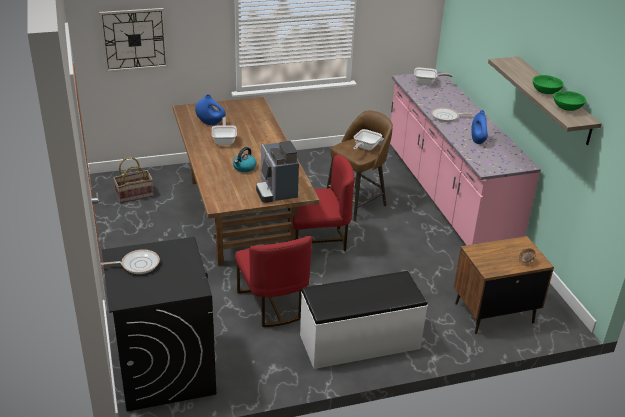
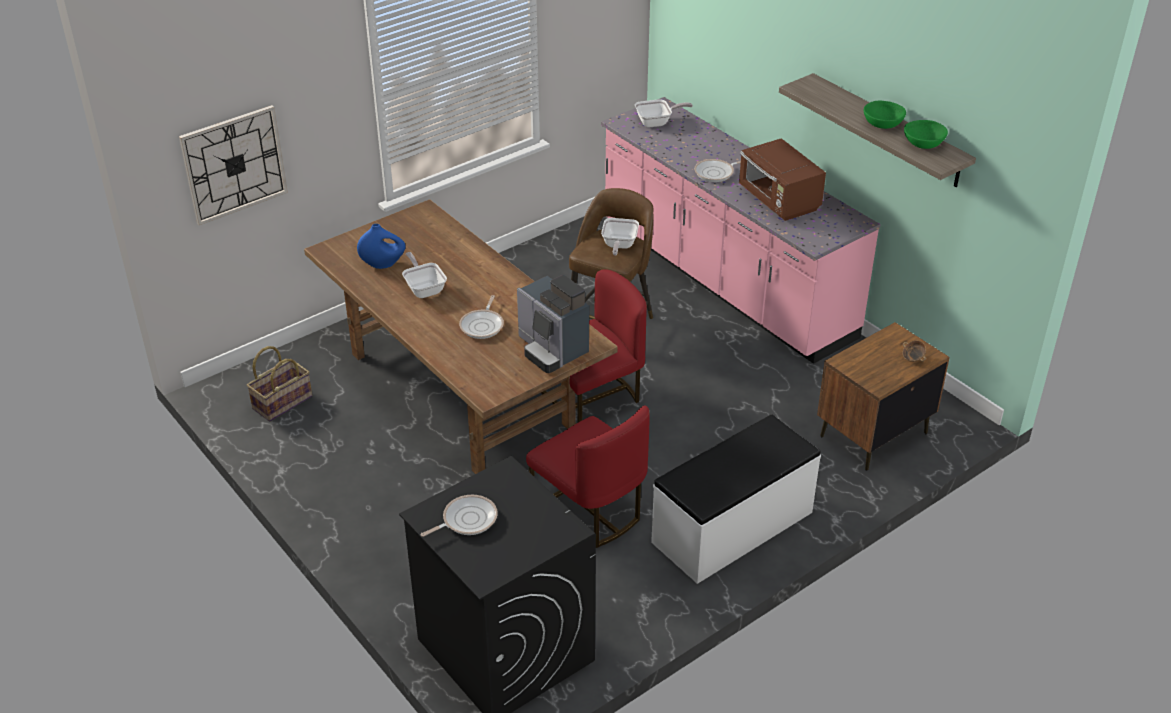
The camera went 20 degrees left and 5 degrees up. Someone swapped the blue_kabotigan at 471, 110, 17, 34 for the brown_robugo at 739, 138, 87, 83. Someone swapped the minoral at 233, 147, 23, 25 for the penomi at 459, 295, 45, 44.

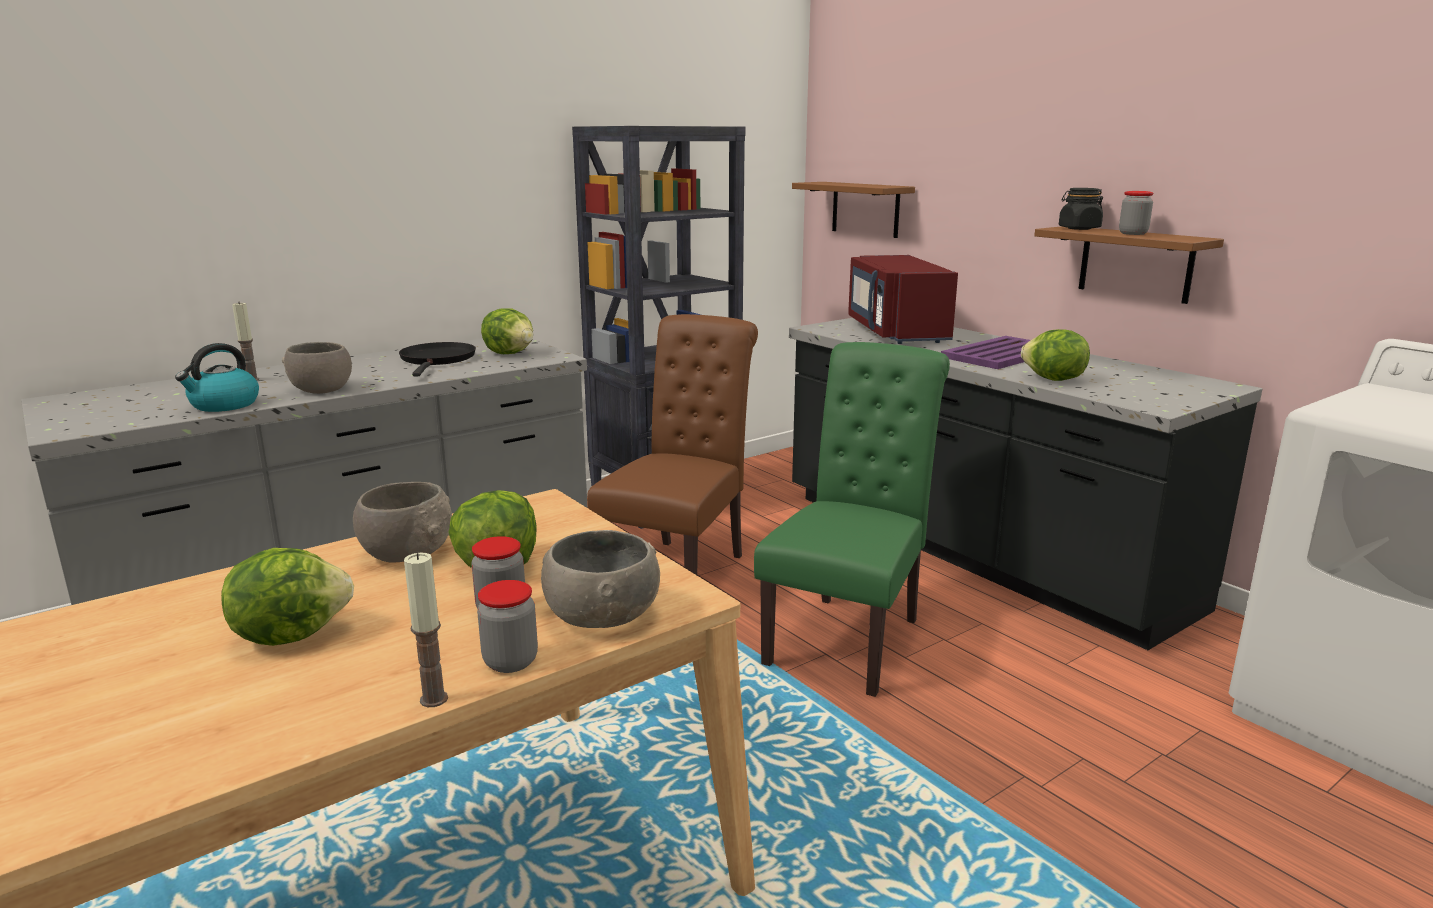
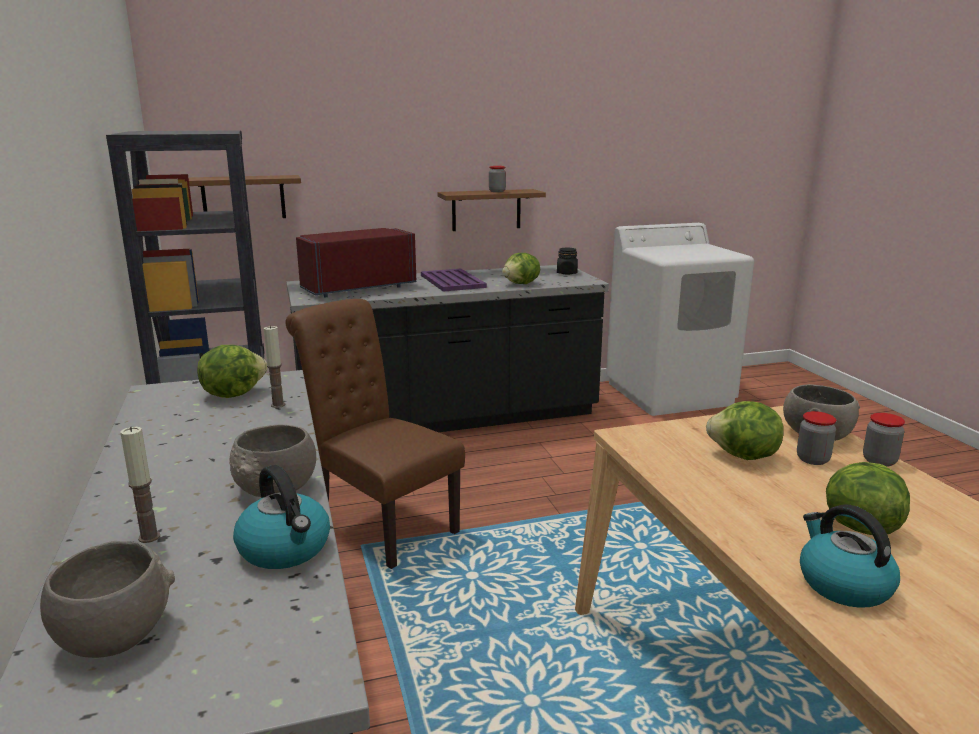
The camera went 70 degrees left and 0 degrees up. Someone carried the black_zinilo from 1059, 188, 44, 42 to 557, 248, 21, 27. Someone rotated the red_robugo at 848, 255, 110, 89 by 135 degrees clockwise. Someone took away the black_penomi at 399, 342, 77, 34. Someone took away the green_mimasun at 754, 342, 196, 355. Someone carried the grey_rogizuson from 353, 482, 99, 80 to 40, 541, 135, 117. Someone carried the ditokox from 404, 553, 44, 154 to 264, 326, 21, 82. Someone put down the minoral at 800, 504, 100, 104.

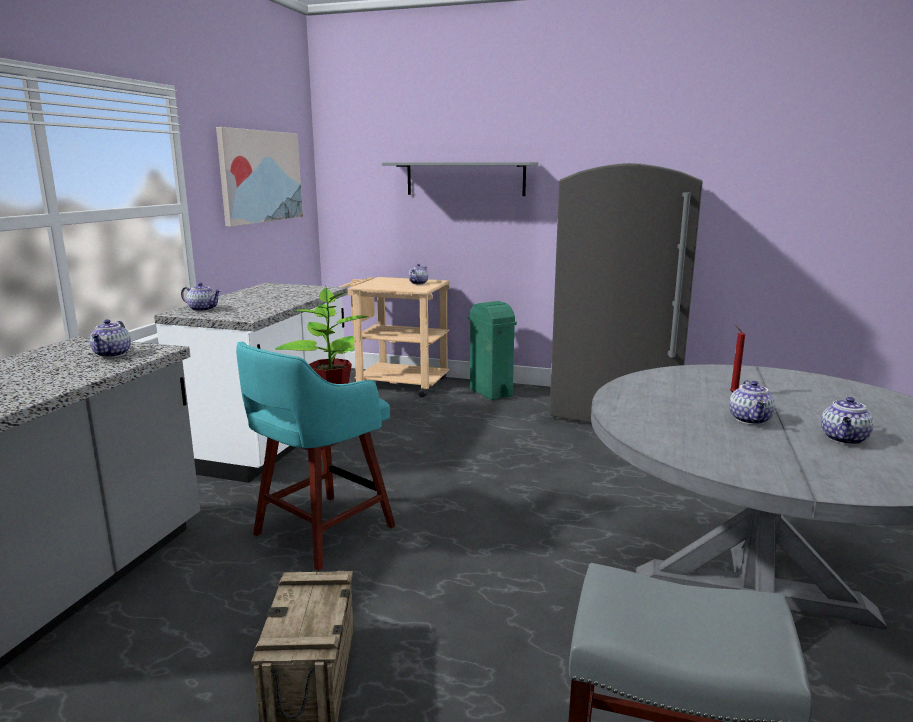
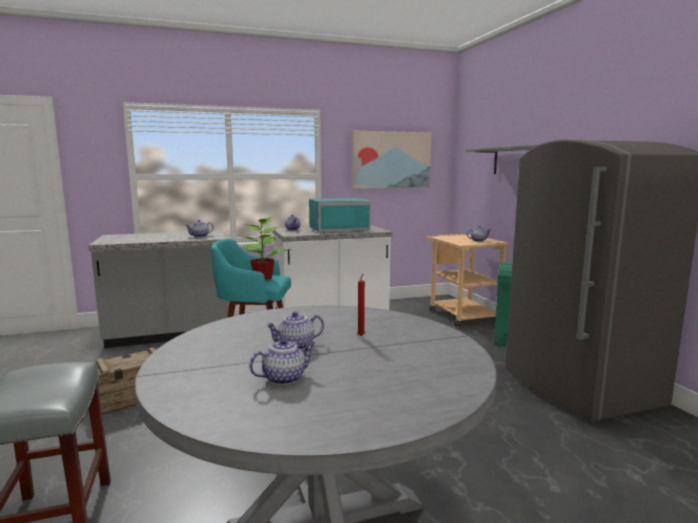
The camera went 55 degrees right and 5 degrees down. Someone rotated the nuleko at 821, 397, 53, 48 by 150 degrees clockwise. Someone put down the turquoise_robugo at 309, 198, 62, 35.

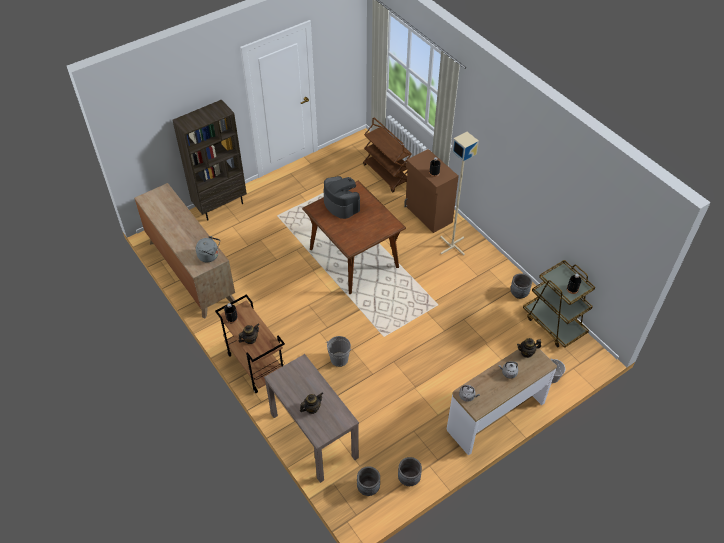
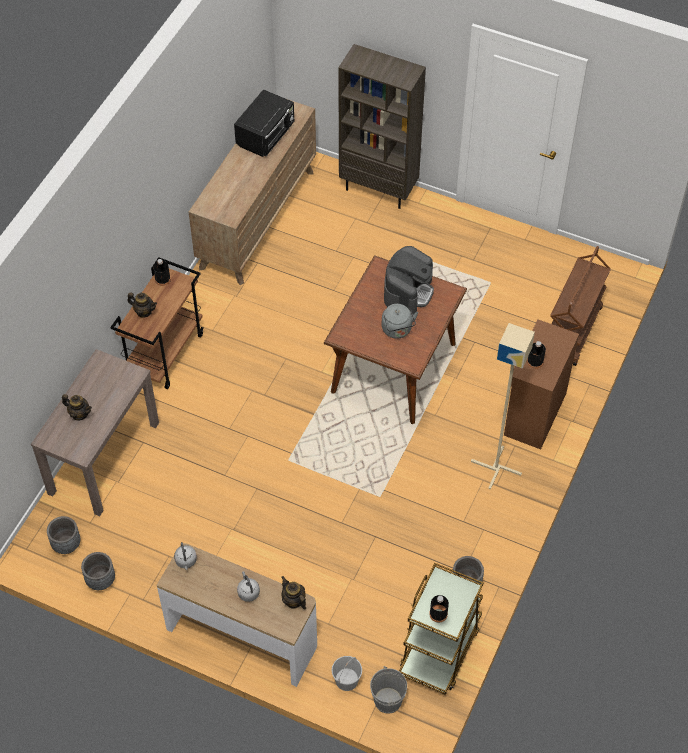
The camera went 60 degrees right and 5 degrees up. Someone carried the grey_minoral from 196, 236, 24, 26 to 382, 304, 36, 35. Someone carried the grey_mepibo from 327, 336, 24, 31 to 370, 666, 37, 48. Someone put down the black_robugo at 234, 89, 60, 68.

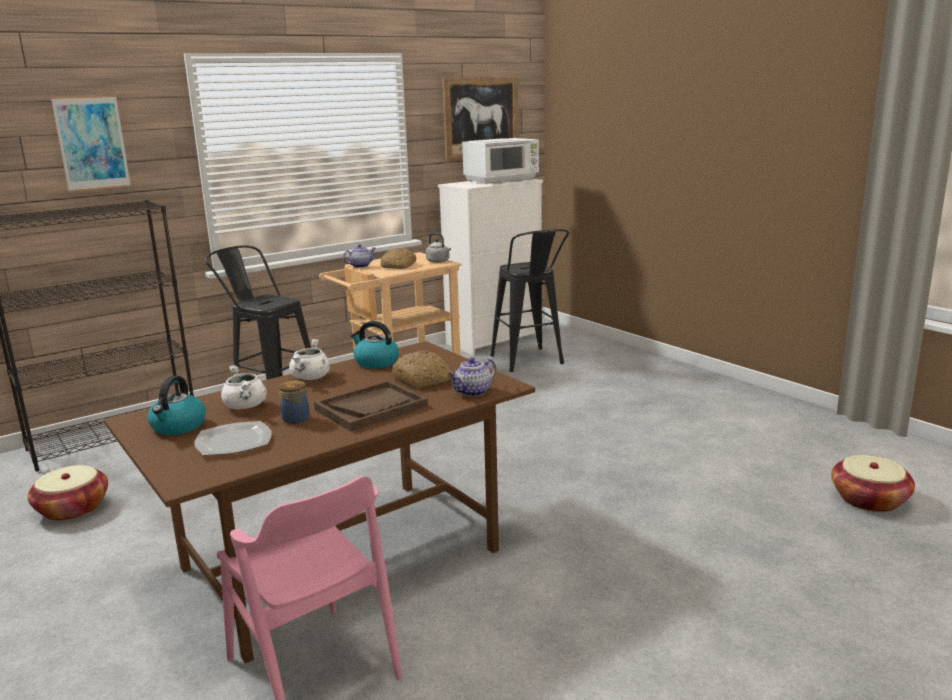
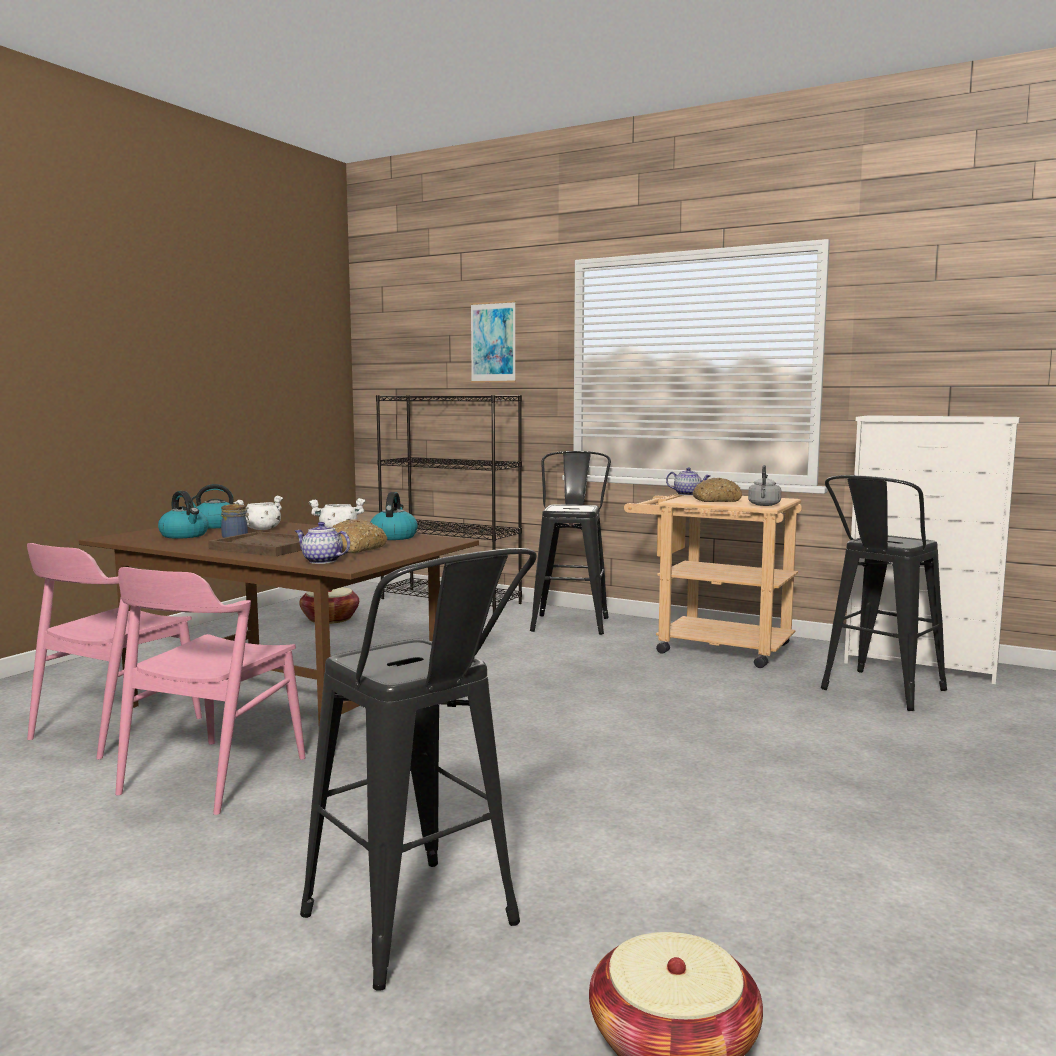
The camera went 65 degrees right and 10 degrees down. Someone took away the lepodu at 442, 76, 77, 85. Someone took away the white_robugo at 462, 138, 77, 46. Someone swapped the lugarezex at 195, 421, 77, 35 for the minoral at 158, 491, 51, 48. Someone put down the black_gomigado at 300, 548, 237, 443. Someone put down the pink_mimasun at 115, 567, 191, 248.

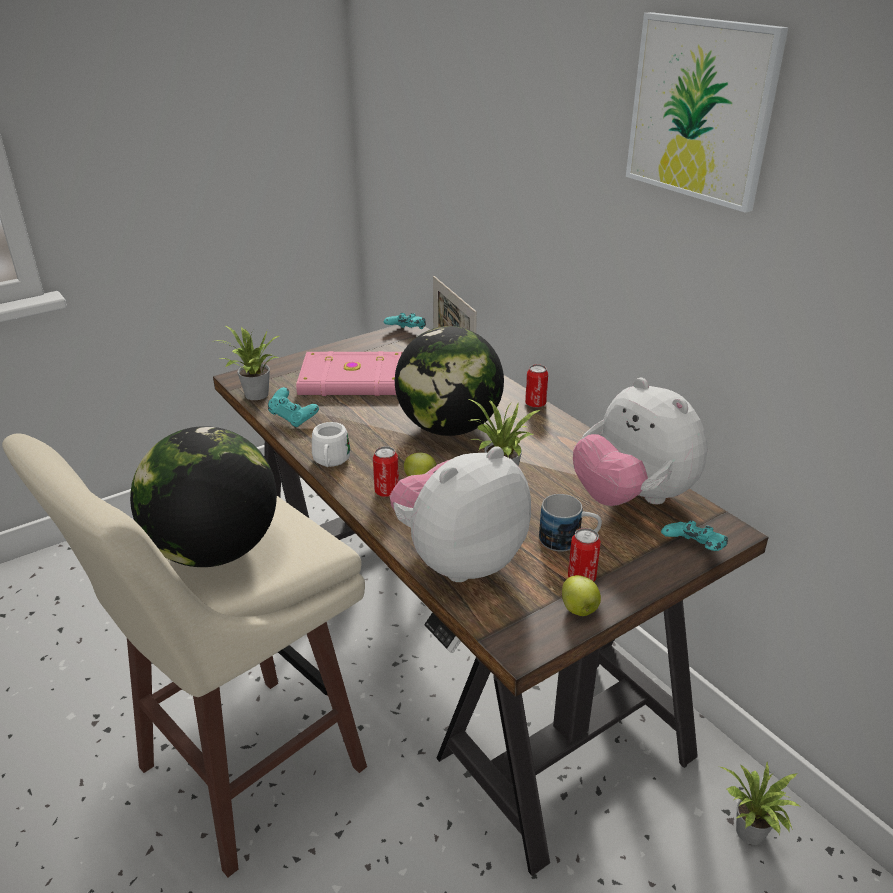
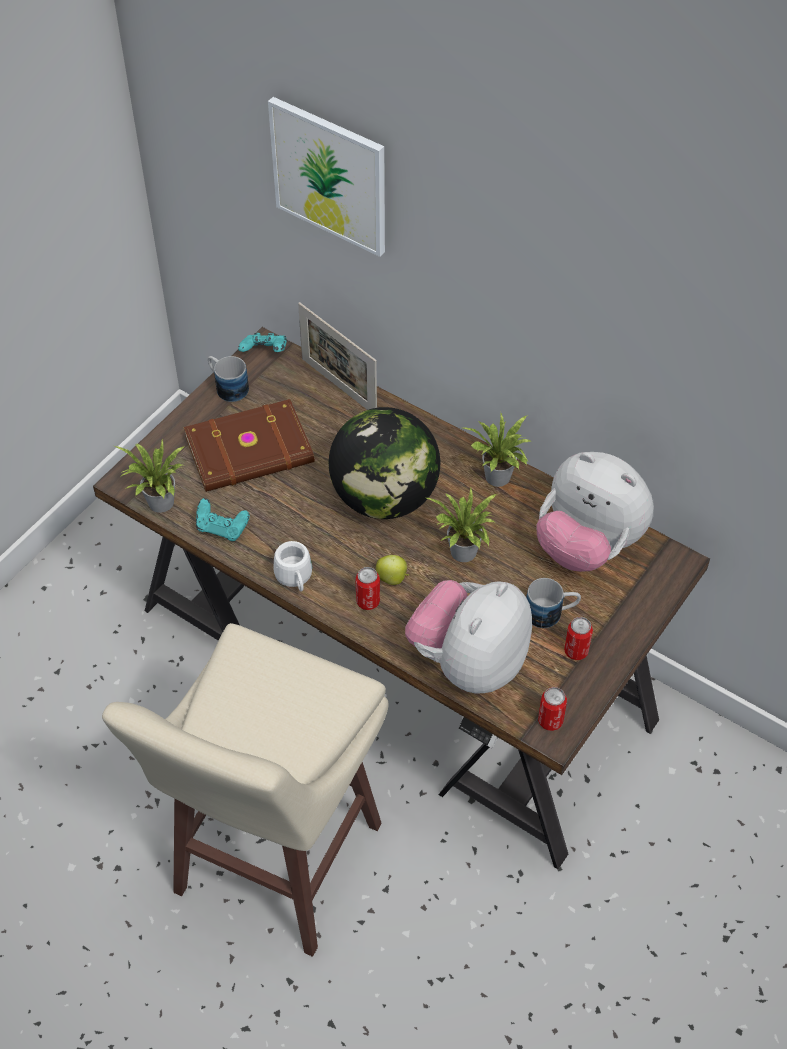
The camera went 20 degrees left and 20 degrees up. Someone carried the lepodu from 626, 12, 163, 201 to 268, 97, 117, 160. Someone repainted the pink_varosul at 296, 351, 107, 45, which became the brown_varosul at 184, 399, 130, 93. Someone carried the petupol from 525, 364, 23, 44 to 538, 687, 29, 44. Someone took away the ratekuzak at 130, 426, 147, 141. Someone took away the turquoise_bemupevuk at 661, 520, 67, 31. Someone took away the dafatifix at 562, 575, 39, 41. Someone carried the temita from 721, 762, 78, 83 to 463, 413, 68, 74. Someone put down the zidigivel at 208, 356, 41, 46.

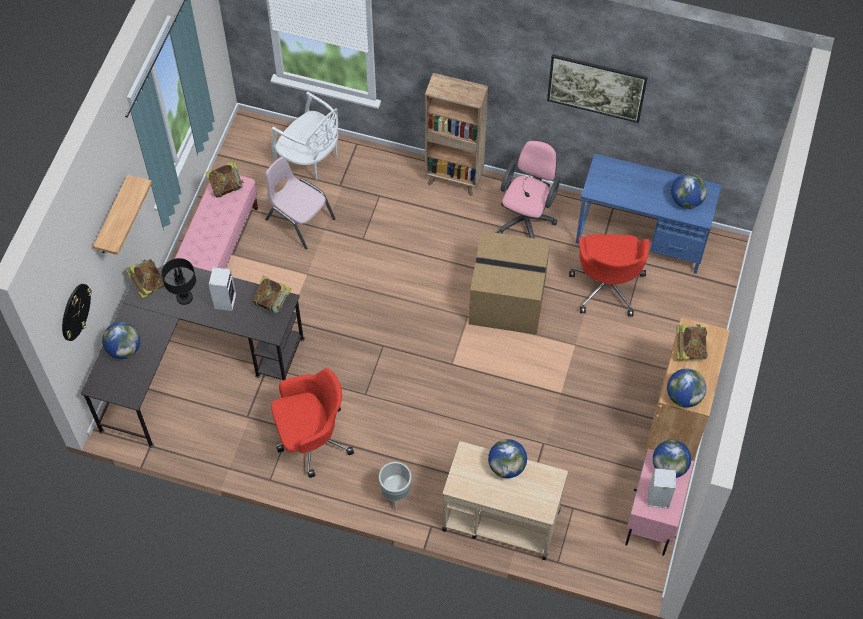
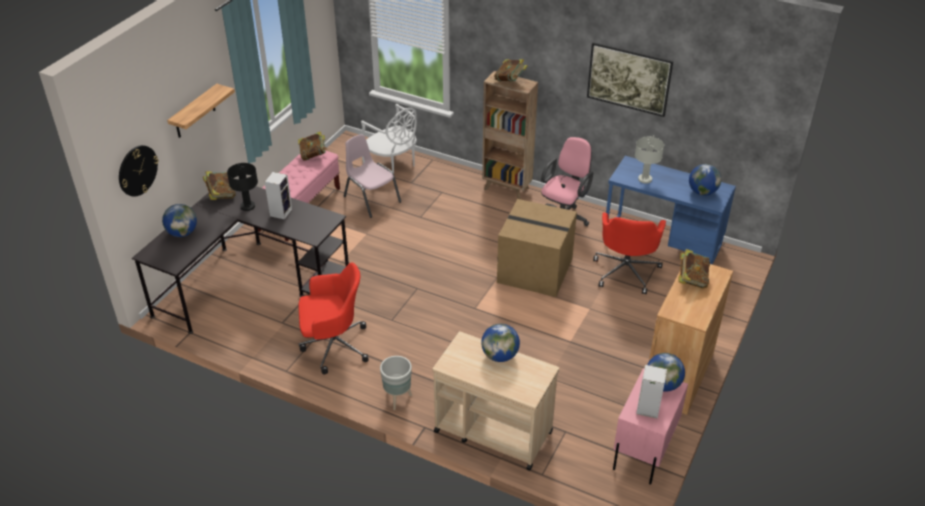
The camera went 10 degrees right and 20 degrees down. Someone carried the varosul from 252, 276, 39, 37 to 494, 59, 34, 23. Someone took away the ratekuzak at 667, 369, 39, 38. Someone put down the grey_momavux at 635, 135, 29, 49.

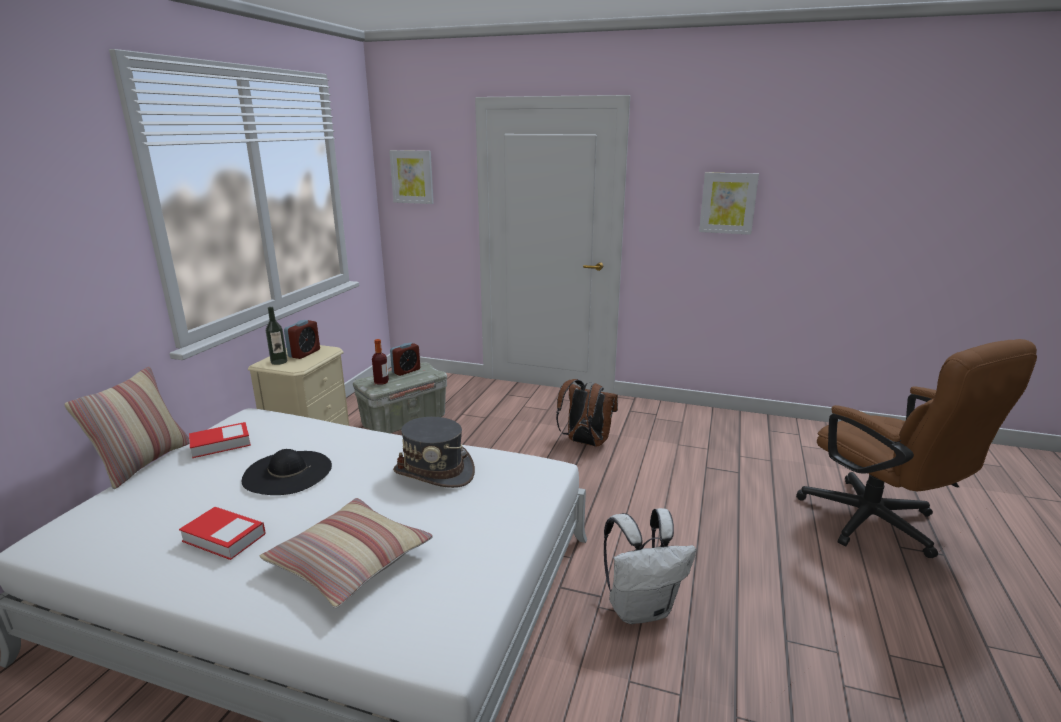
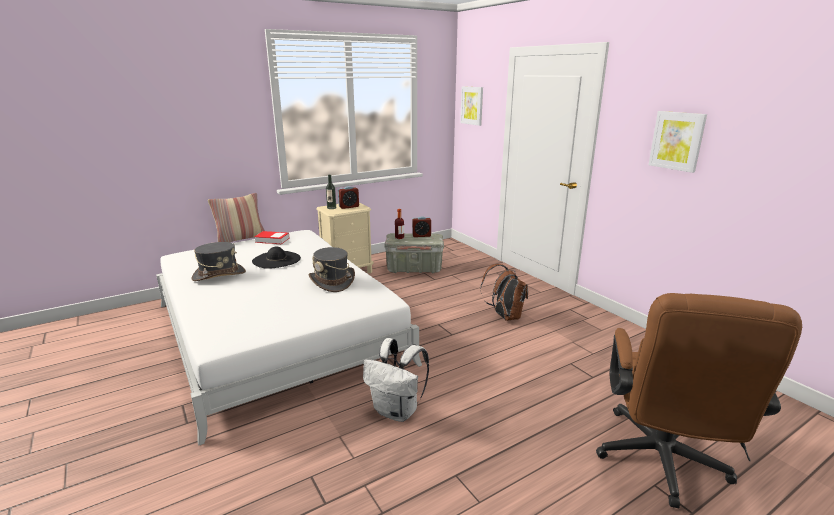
The camera went 40 degrees right and 0 degrees up. Someone took away the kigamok at 260, 498, 173, 110. Someone swapped the varosul at 179, 507, 87, 53 for the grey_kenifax at 191, 242, 55, 39.

